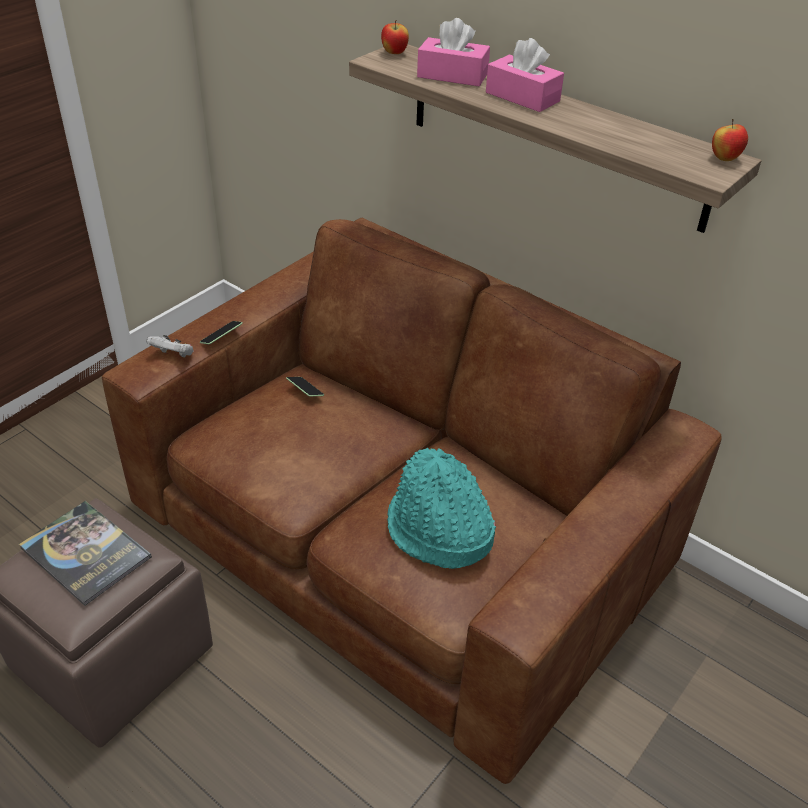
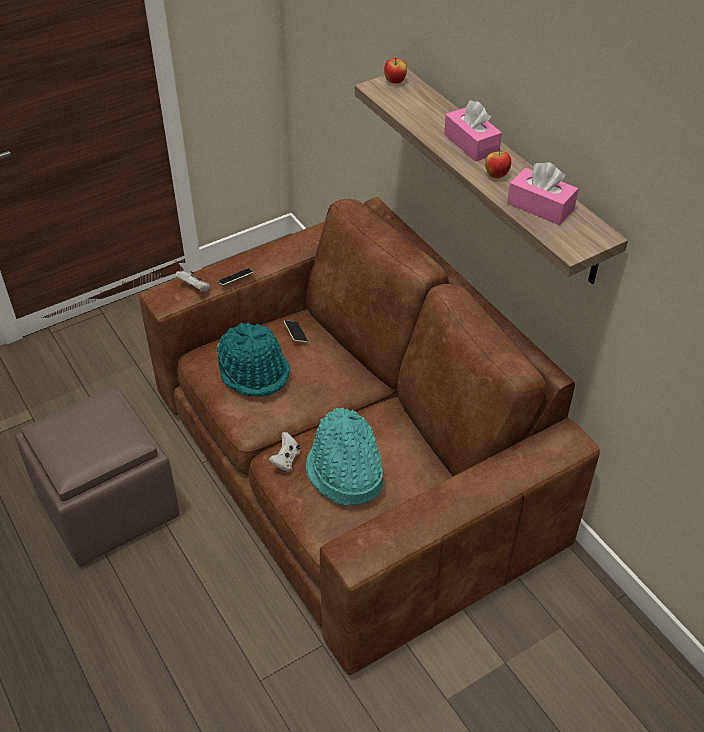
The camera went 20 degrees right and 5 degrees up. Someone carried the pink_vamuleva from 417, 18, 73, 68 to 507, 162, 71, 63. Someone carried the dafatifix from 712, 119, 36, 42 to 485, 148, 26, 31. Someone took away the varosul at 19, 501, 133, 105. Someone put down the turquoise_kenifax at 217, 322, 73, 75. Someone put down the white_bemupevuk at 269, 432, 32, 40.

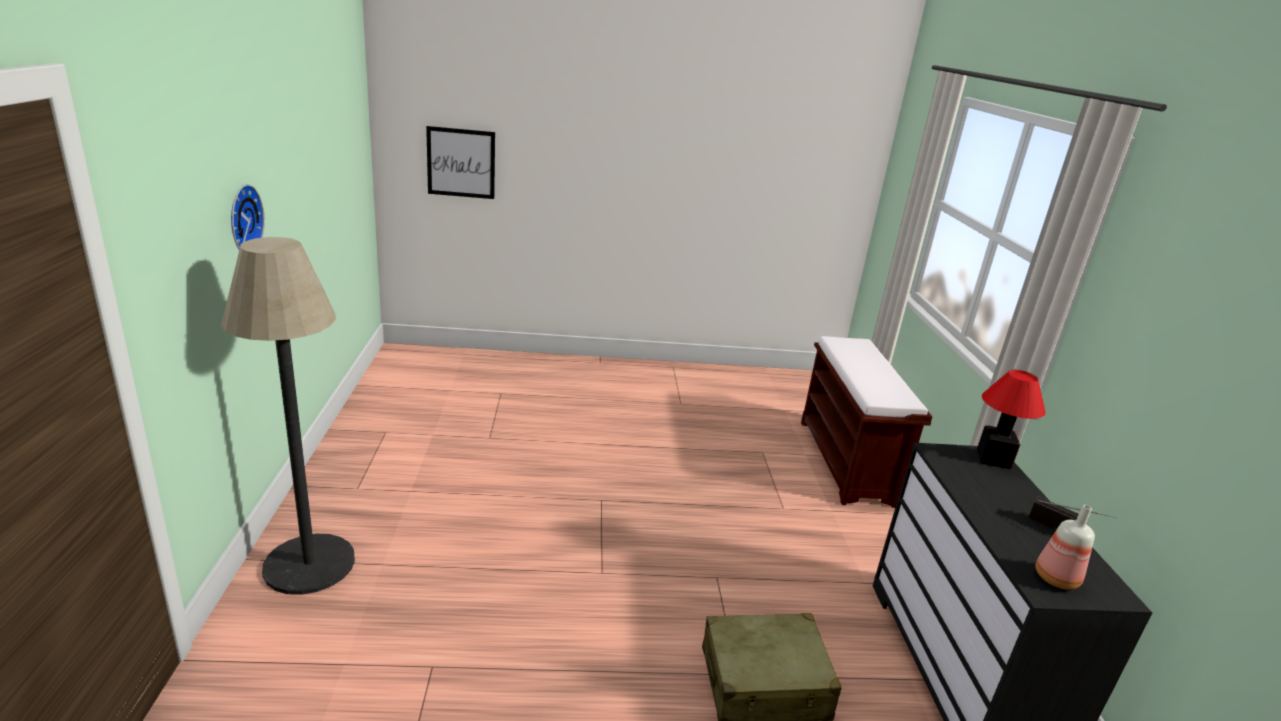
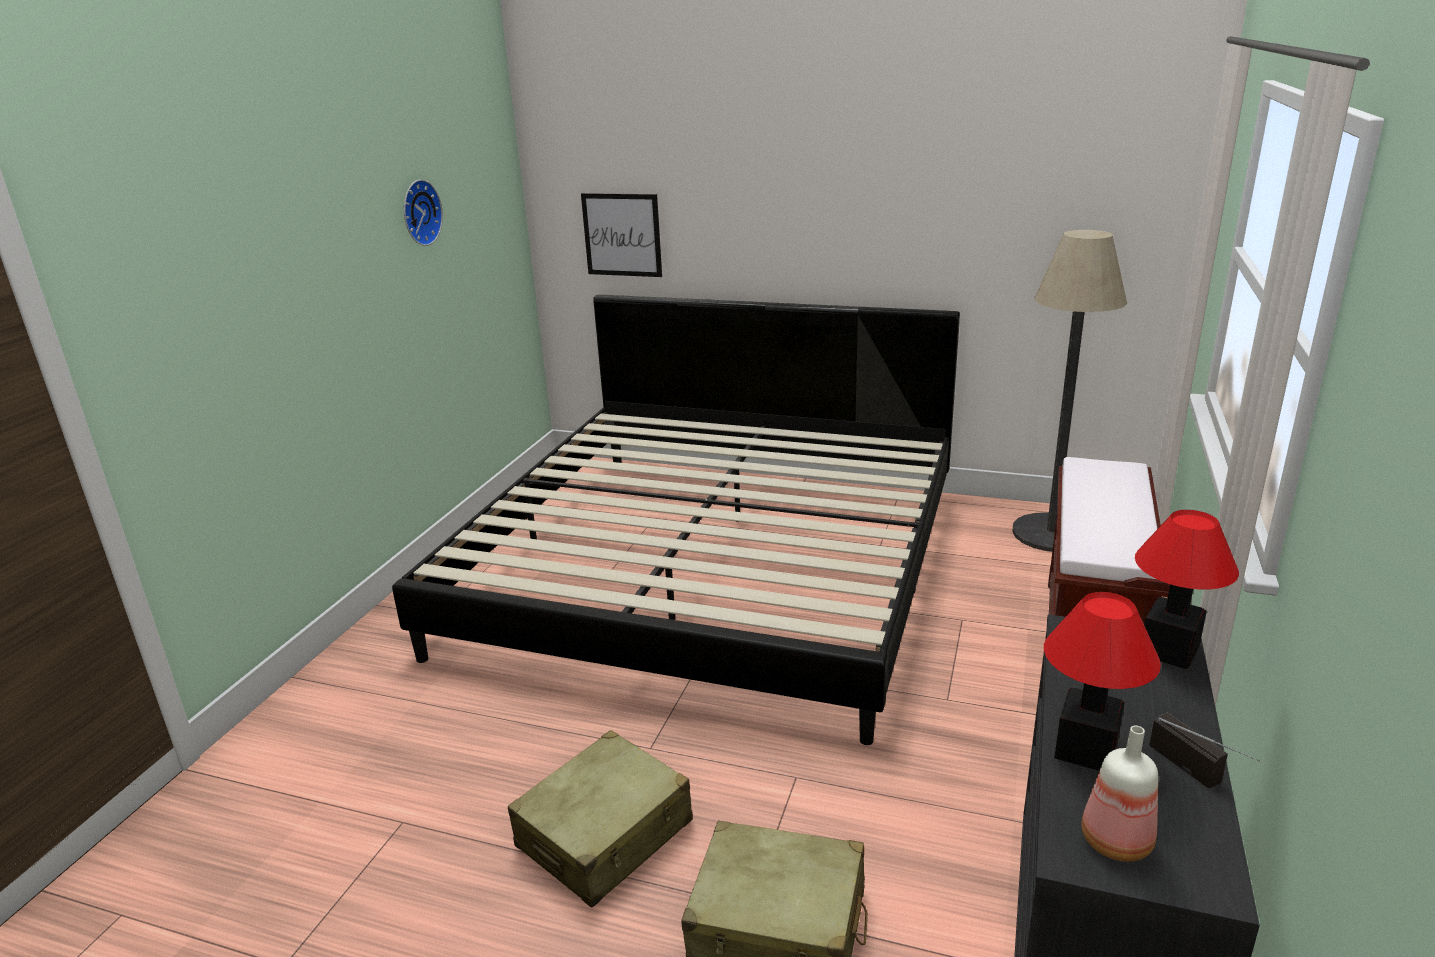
The camera went 25 degrees right and 0 degrees up. Someone carried the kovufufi from 231, 184, 34, 65 to 404, 179, 39, 67. Someone carried the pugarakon from 221, 237, 134, 358 to 1012, 230, 115, 322. Someone put down the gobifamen at 392, 294, 568, 451. Someone put down the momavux at 1044, 592, 117, 179. Someone put down the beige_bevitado at 508, 730, 185, 178.

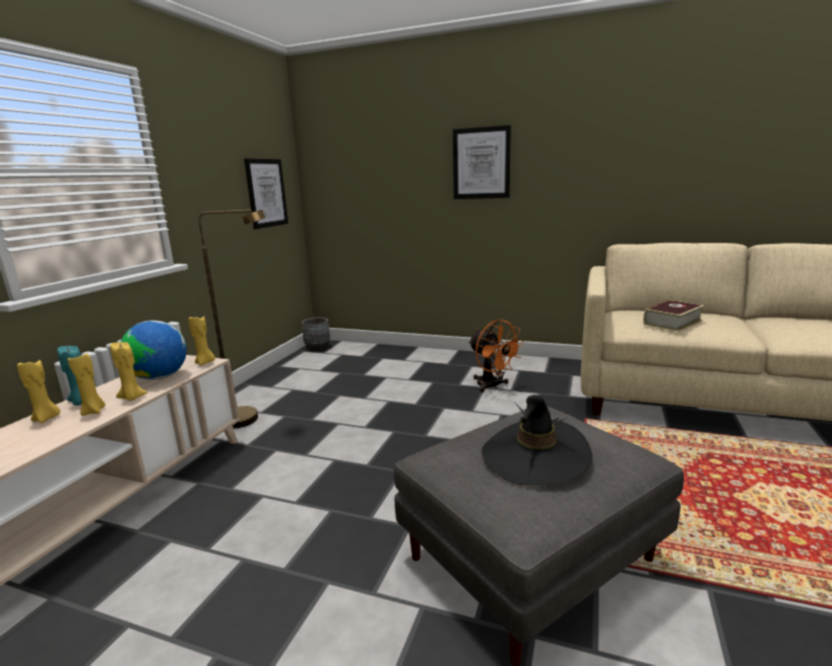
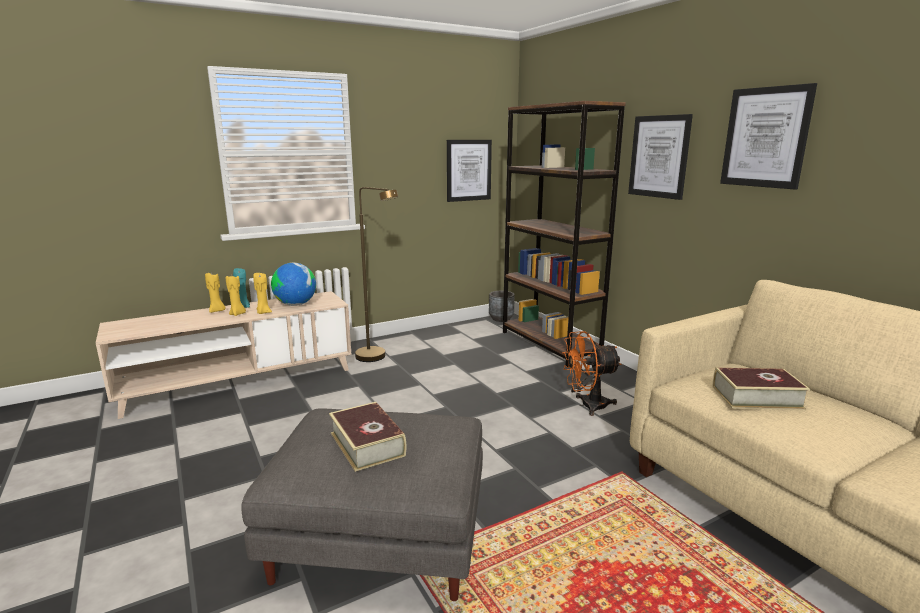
The camera went 40 degrees right and 0 degrees up. Someone took away the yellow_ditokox at 188, 316, 27, 49. Someone rotated the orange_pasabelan at 468, 319, 56, 74 by 75 degrees clockwise. Someone swapped the black_kenifax at 482, 395, 111, 91 for the varosul at 329, 402, 78, 70. Someone put up the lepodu at 720, 83, 97, 107. Someone put down the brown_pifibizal at 503, 101, 123, 266.

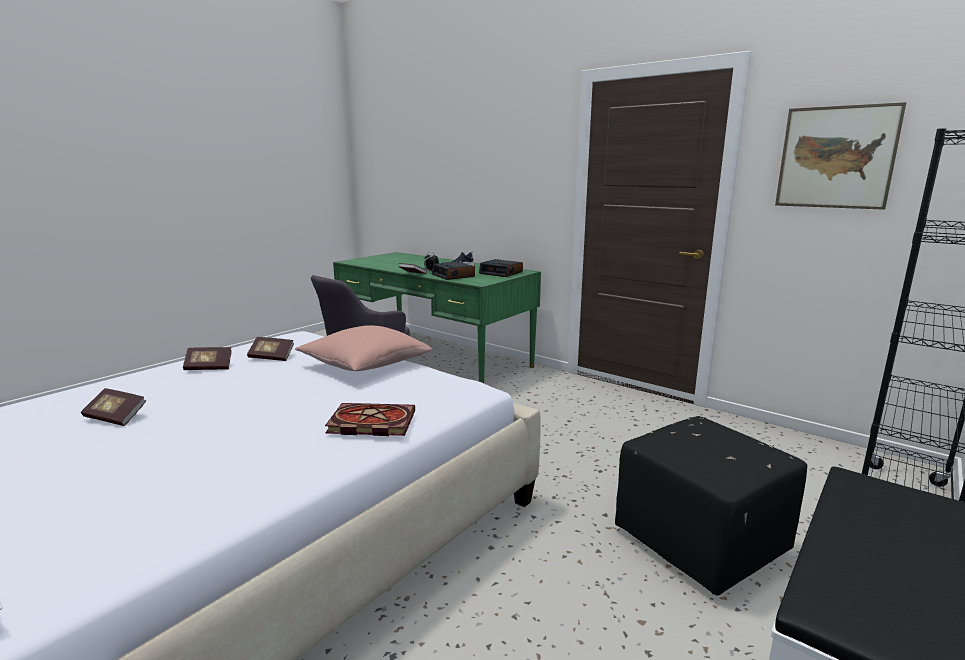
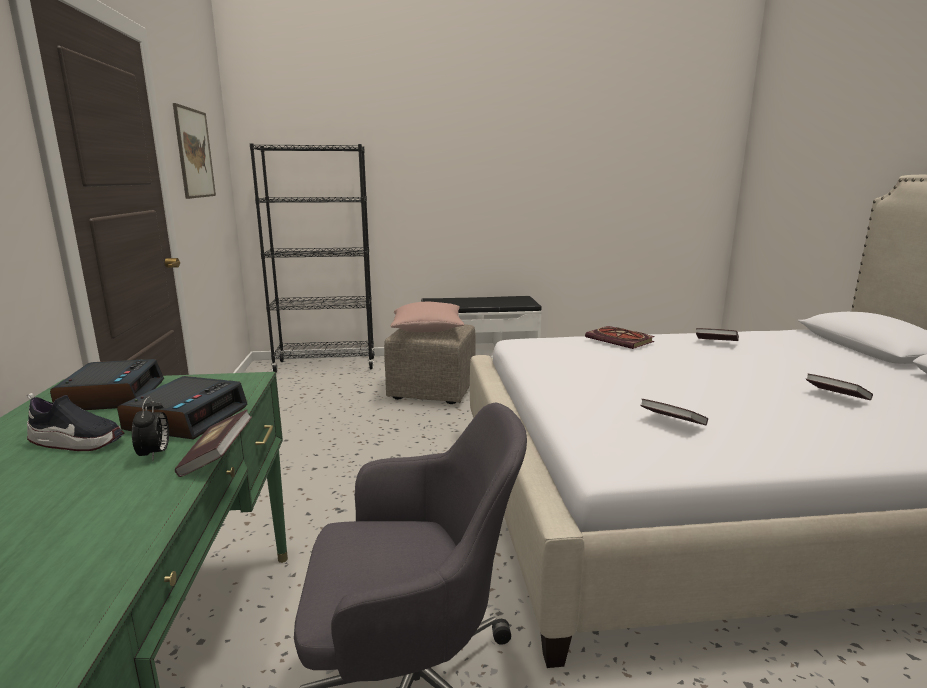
The camera went 135 degrees left and 0 degrees up. Someone carried the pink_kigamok from 295, 325, 137, 46 to 391, 302, 73, 30. Someone carried the varosul from 183, 347, 49, 23 to 696, 328, 43, 13. Someone repainted the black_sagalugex at 615, 416, 192, 180, which became the beige_sagalugex at 384, 324, 91, 80.

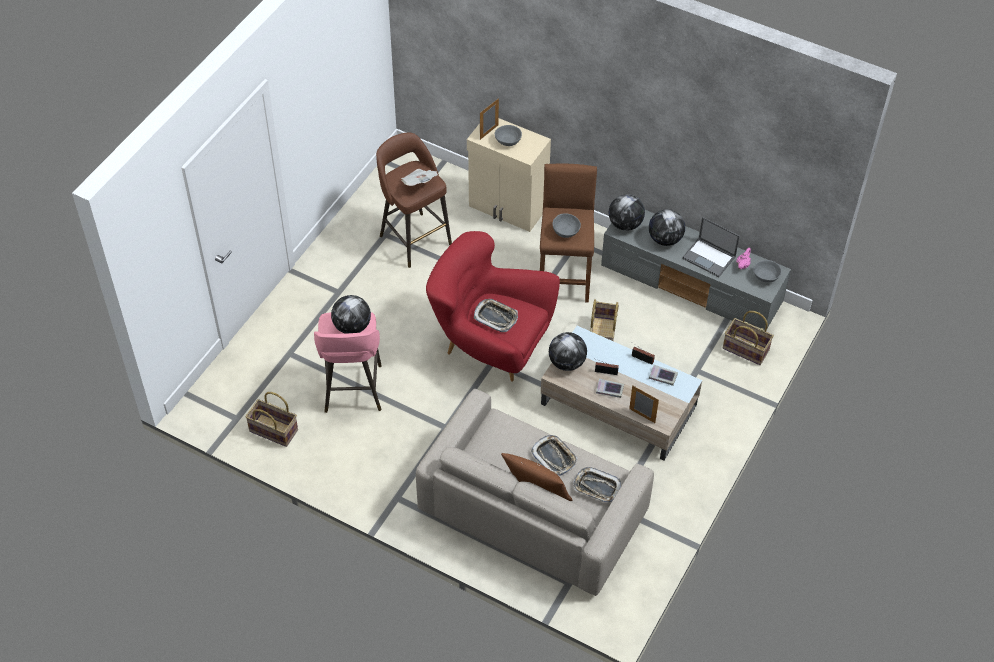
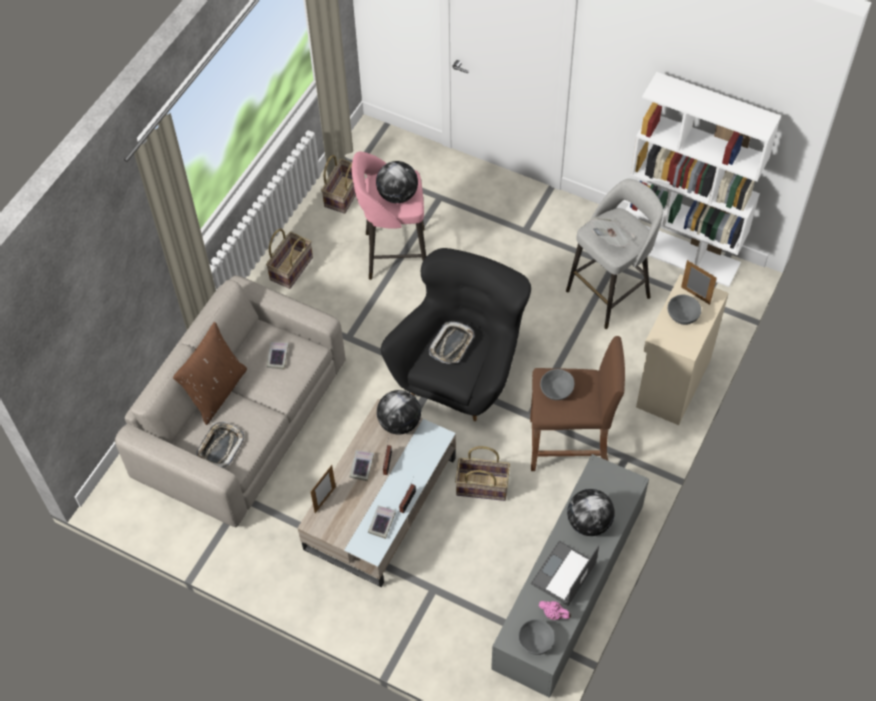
The camera went 90 degrees right and 5 degrees up. Someone repainted the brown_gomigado at 376, 133, 76, 135, which became the grey_gomigado at 566, 179, 97, 150. Someone took away the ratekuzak at 609, 194, 36, 37. Someone repainted the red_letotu at 426, 231, 134, 151, which became the black_letotu at 381, 248, 150, 173. Someone carried the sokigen from 723, 311, 51, 54 to 266, 228, 47, 61. Someone took away the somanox at 531, 435, 47, 41. Someone put down the white_pifibizal at 626, 72, 155, 215. Someone put down the varosul at 267, 342, 22, 28.

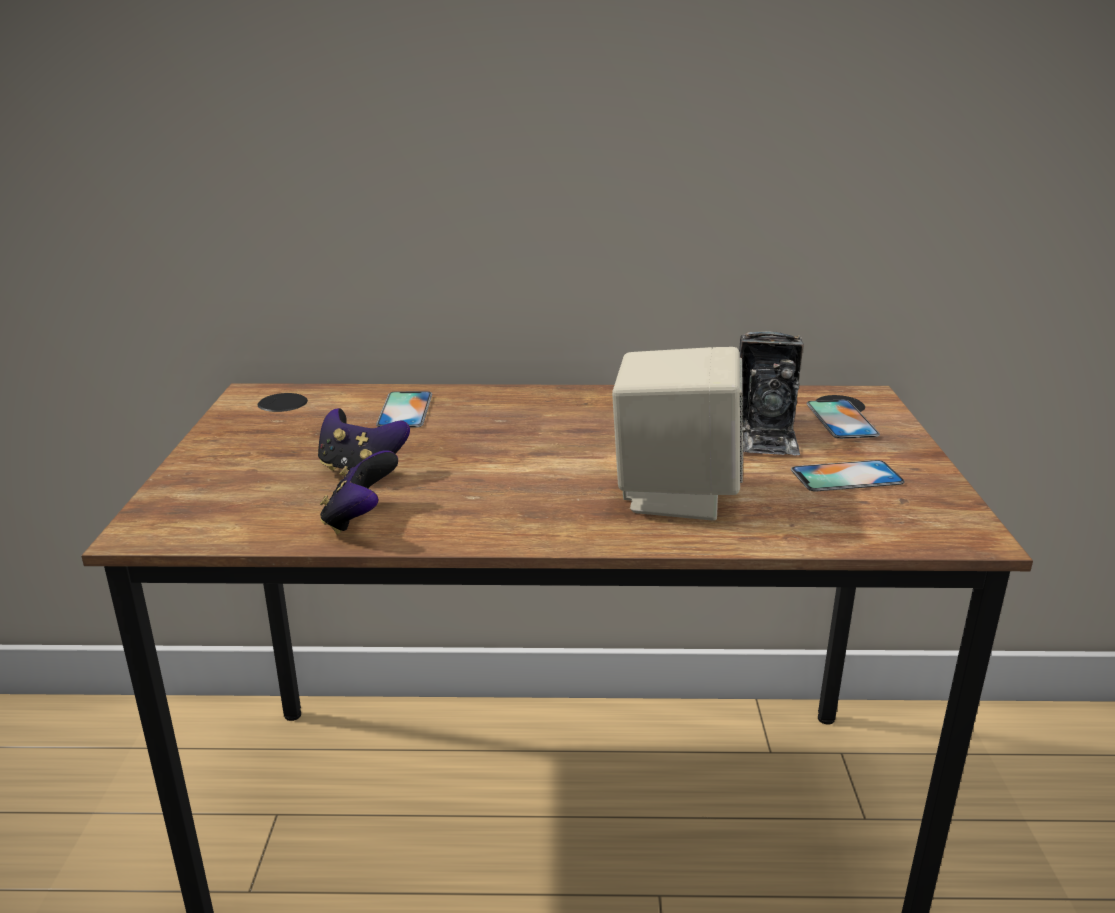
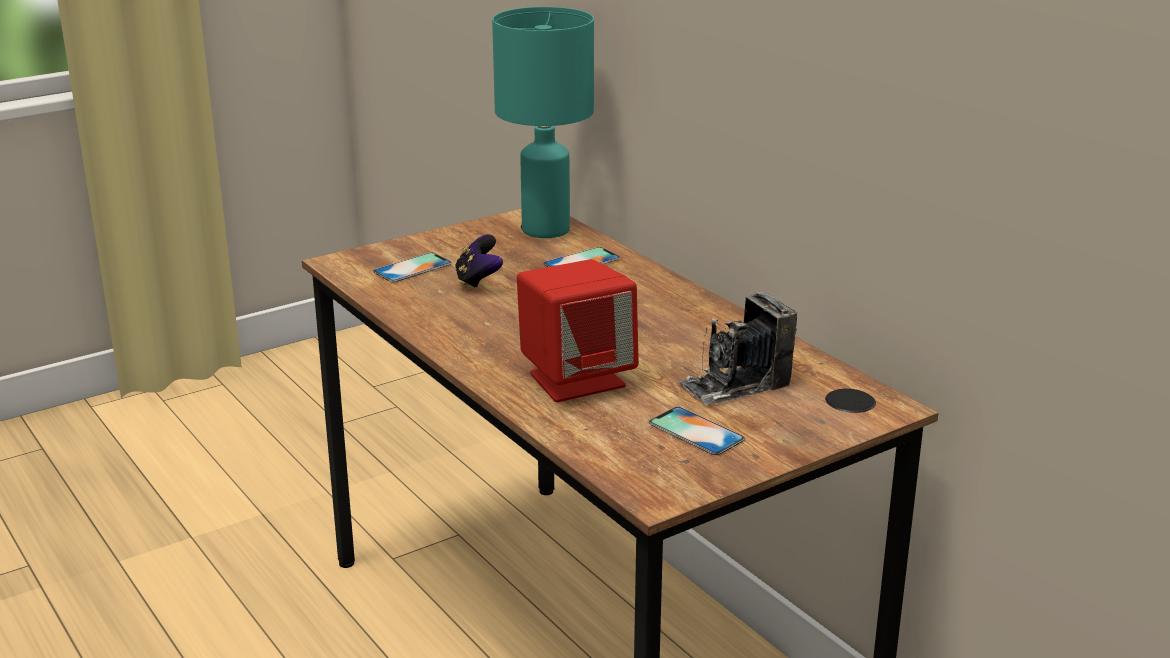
The camera went 55 degrees right and 0 degrees up. Someone repainted the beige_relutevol at 612, 347, 131, 174, which became the red_relutevol at 517, 259, 122, 143. Someone carried the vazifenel from 807, 400, 73, 39 to 373, 253, 79, 29. Someone took away the bemupevuk at 320, 450, 78, 84. Someone put down the turquoise_momavux at 492, 7, 102, 231.

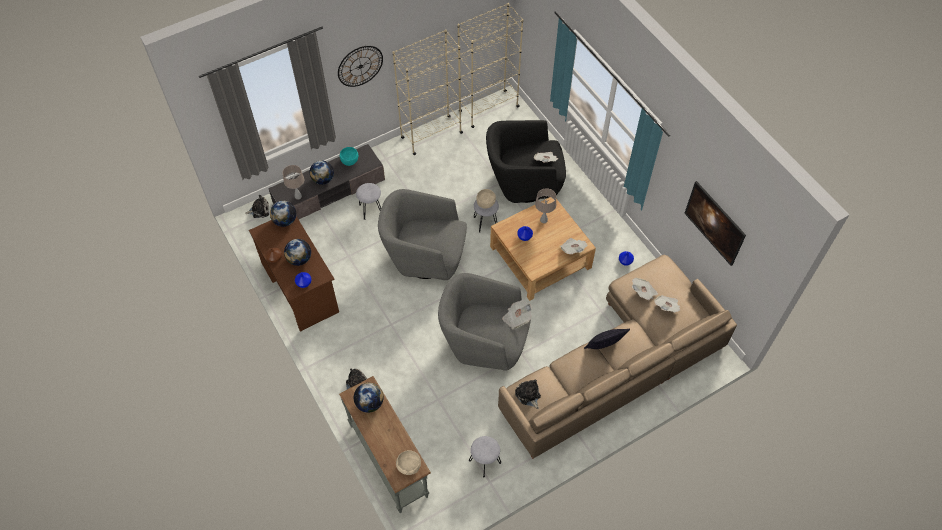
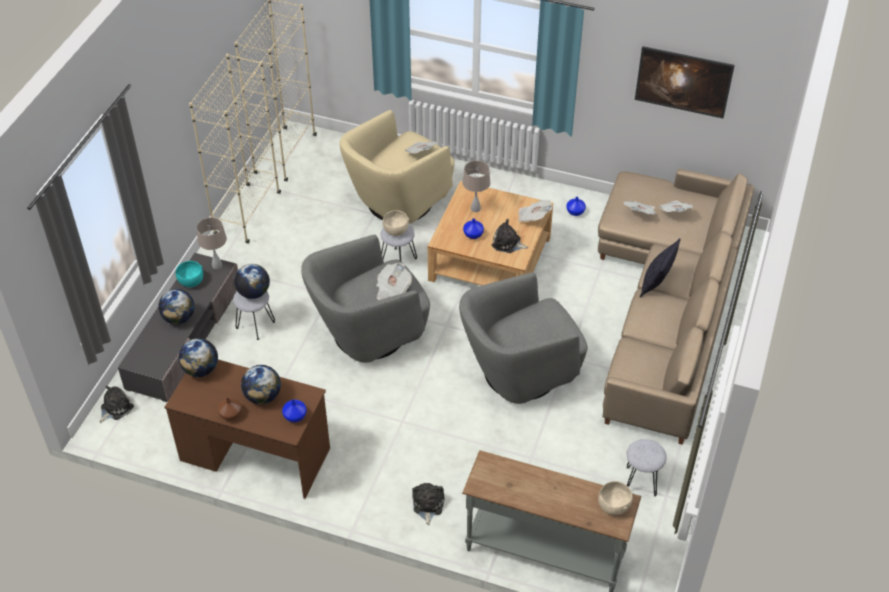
The camera went 40 degrees left and 10 degrees down. Someone took away the kovufufi at 338, 46, 45, 41. Someone repainted the black_letotu at 486, 120, 80, 83, which became the beige_letotu at 340, 110, 115, 114. Someone carried the beige_momavux from 283, 165, 21, 34 to 197, 217, 30, 52. Someone carried the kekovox from 502, 300, 30, 29 to 376, 263, 36, 37. Someone carried the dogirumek from 515, 379, 26, 30 to 492, 219, 36, 34. Someone carried the ratekuzak from 354, 383, 29, 30 to 234, 264, 36, 35.

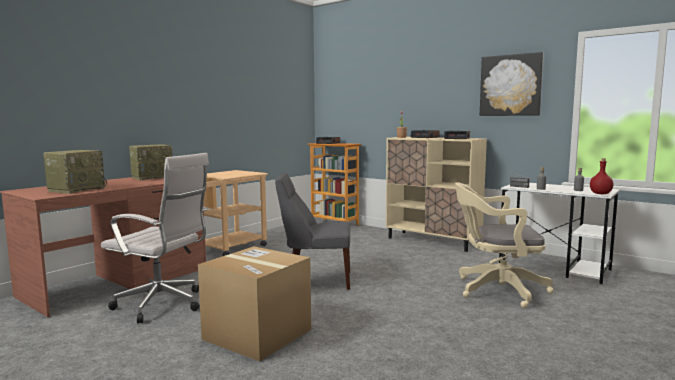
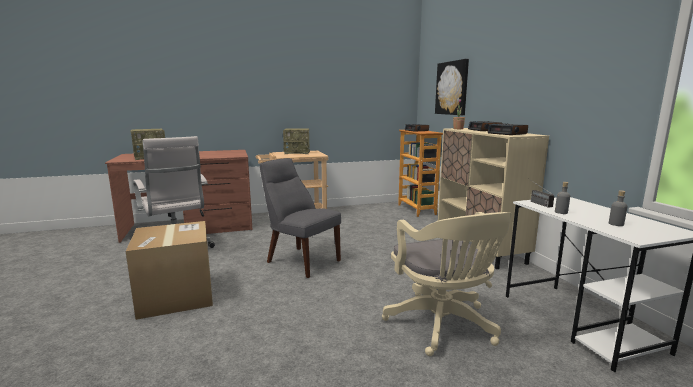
The camera went 35 degrees right and 5 degrees up. Someone carried the lepodu from 480, 52, 64, 64 to 435, 59, 34, 56. Someone carried the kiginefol from 129, 144, 44, 36 to 283, 128, 27, 26. Someone took away the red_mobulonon at 590, 158, 23, 36. Someone rotated the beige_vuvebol at 455, 182, 99, 126 by 150 degrees counterclockwise.

